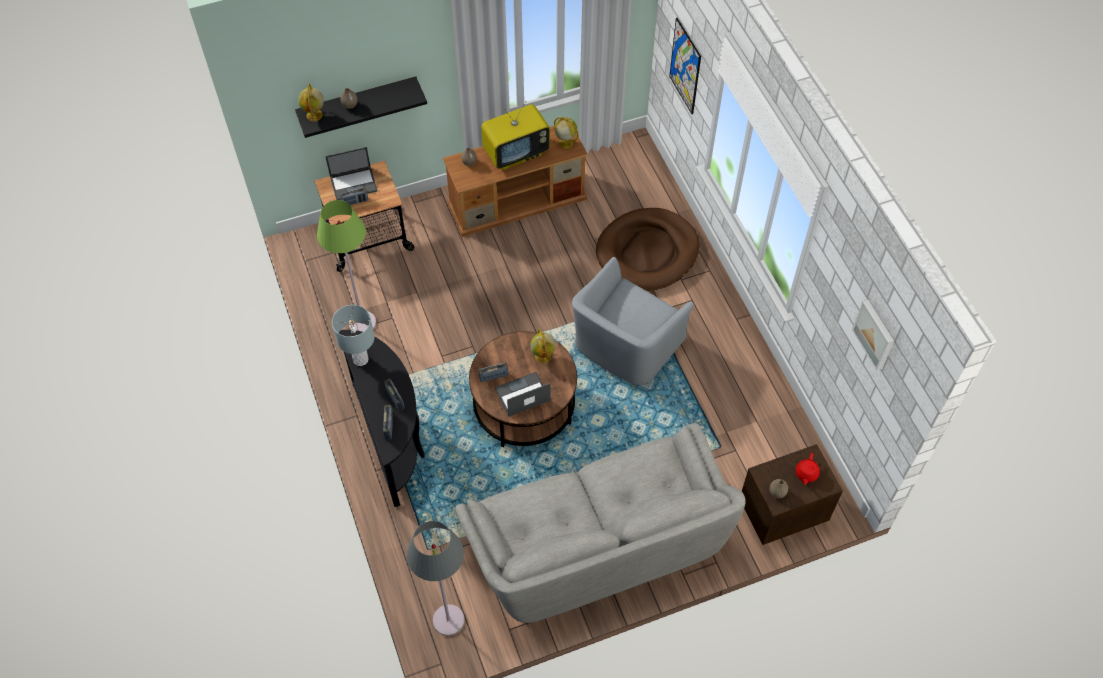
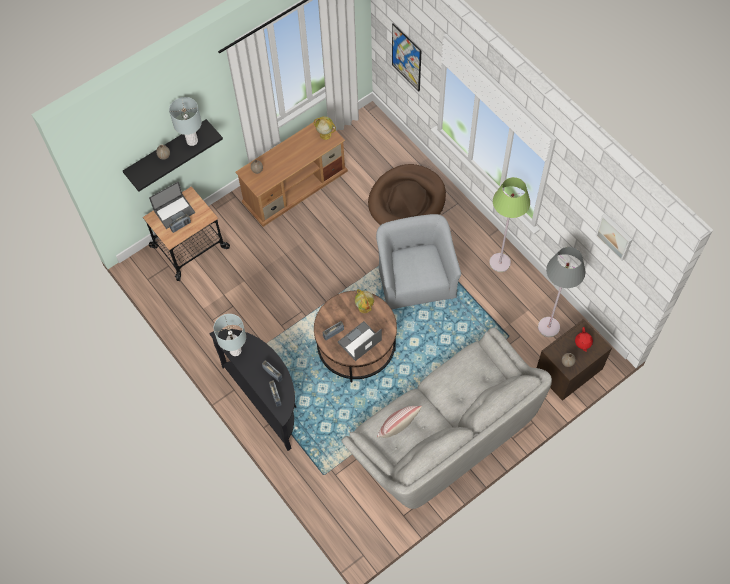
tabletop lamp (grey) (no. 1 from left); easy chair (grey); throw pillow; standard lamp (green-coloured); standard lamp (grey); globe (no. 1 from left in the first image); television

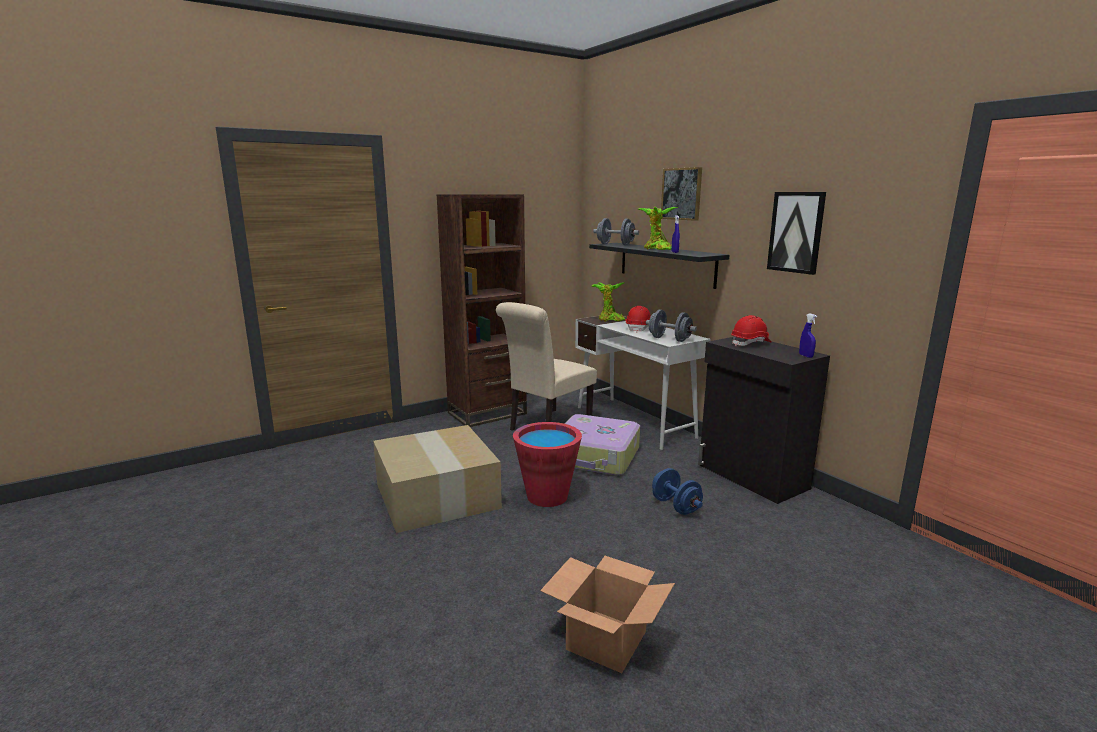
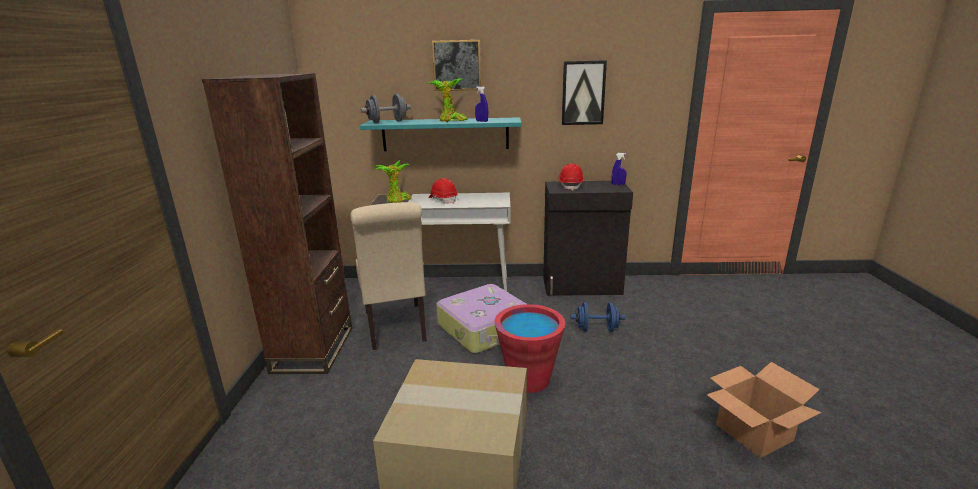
shelf (blue-green); dumbbell (grey) (no. 2 from left in the first image)

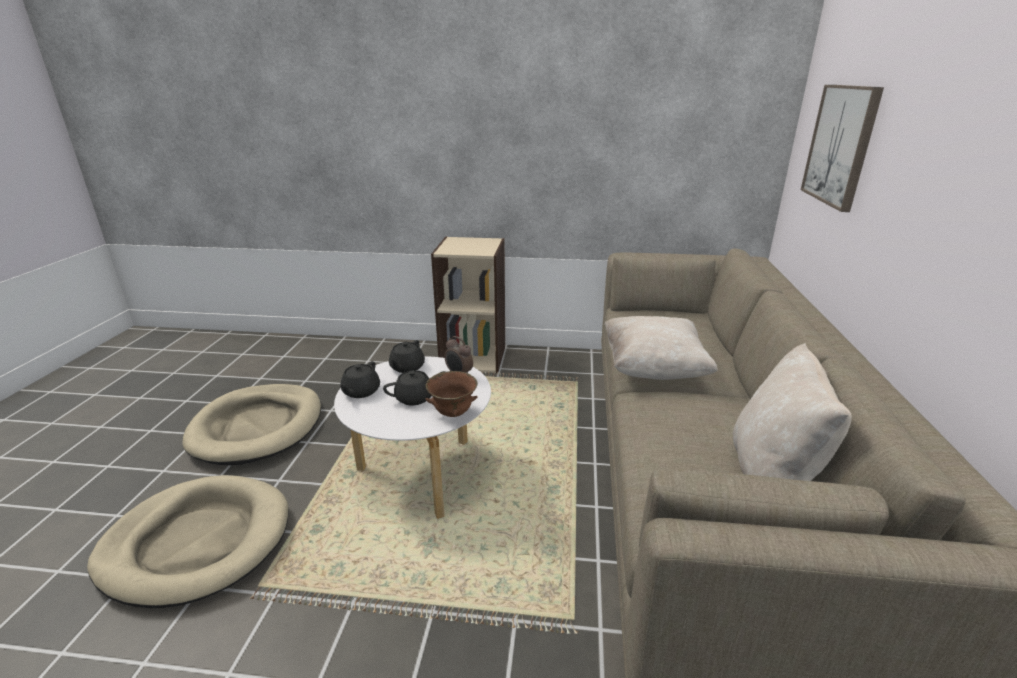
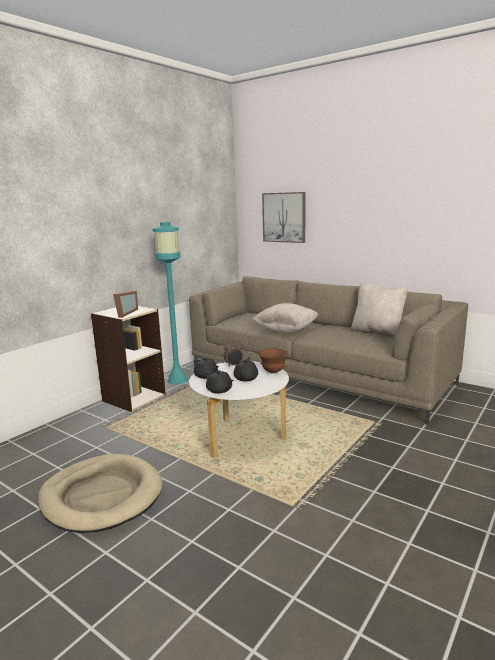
picture frame; standard lamp (blue-green); dog bed (sand-coloured) (no. 1 from left in the first image)

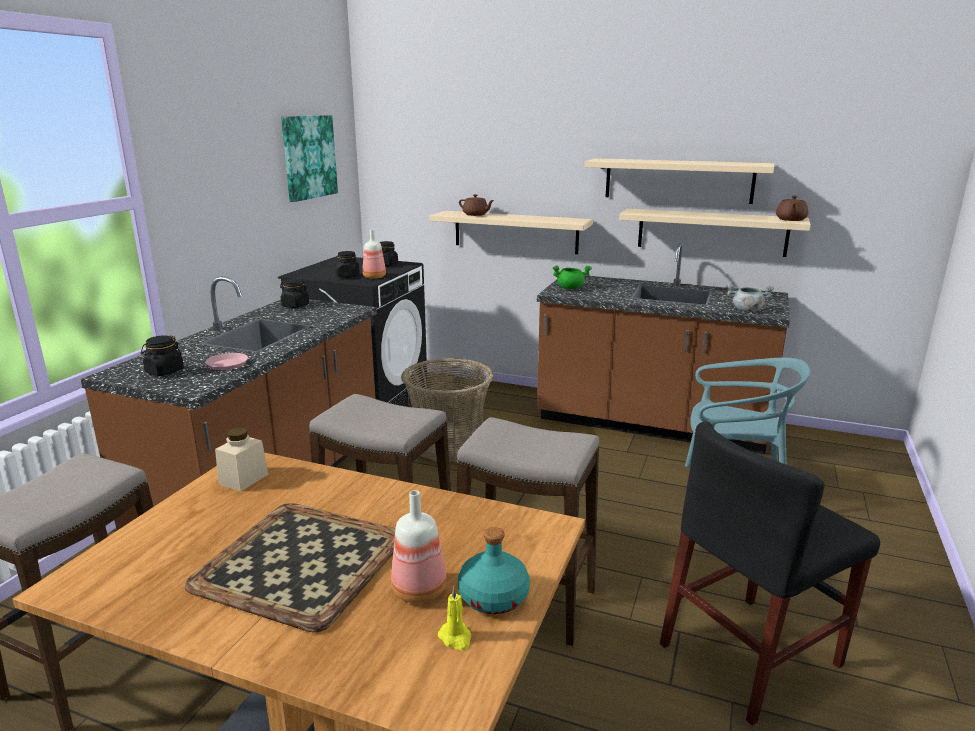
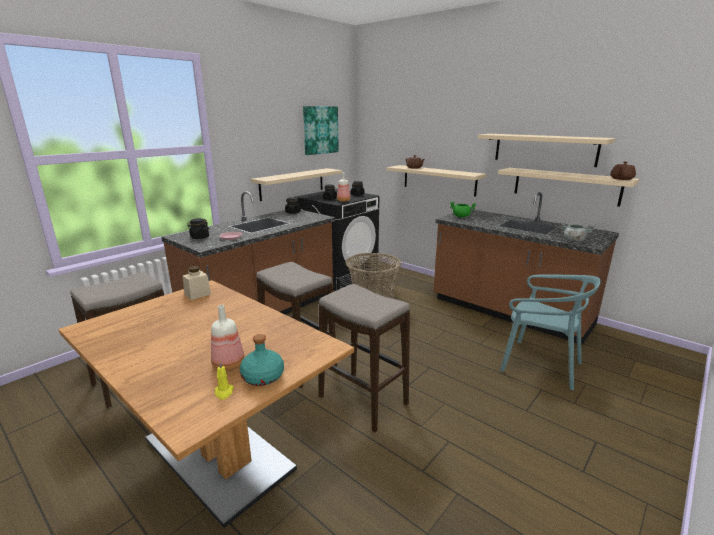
shelf (sand-coloured) (no. 1 from left); tray; plain chair (blackish)

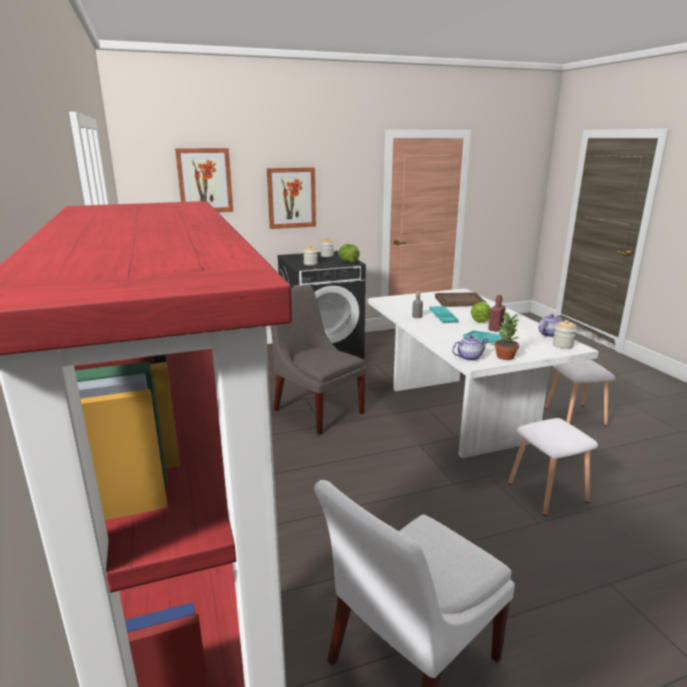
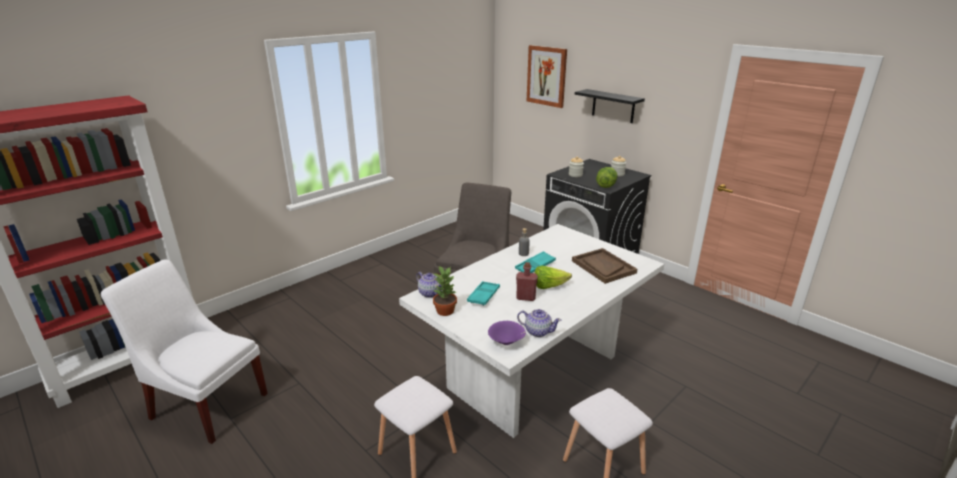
serving bowl (purple); shelf (blackish)

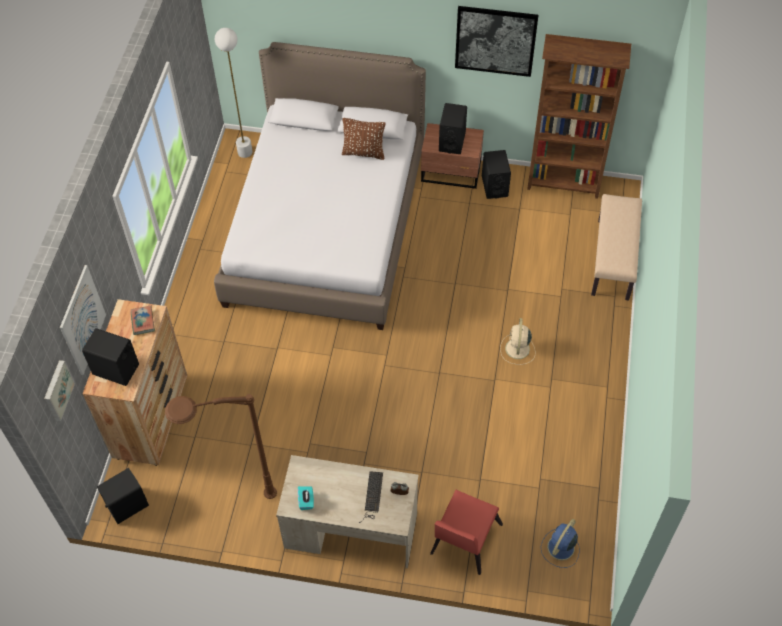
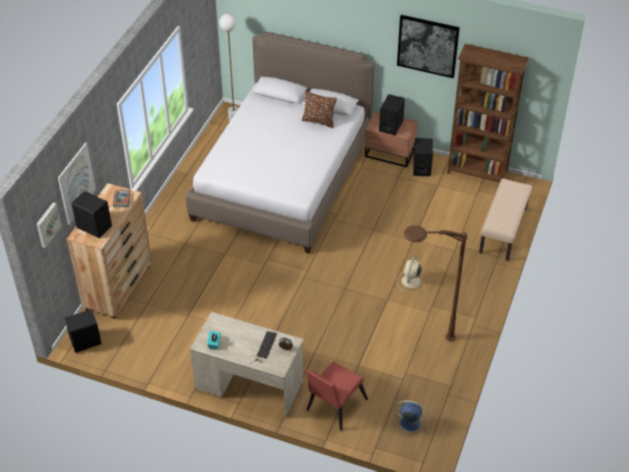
electric fan (blue-coloured); standard lamp (brown-coloured)

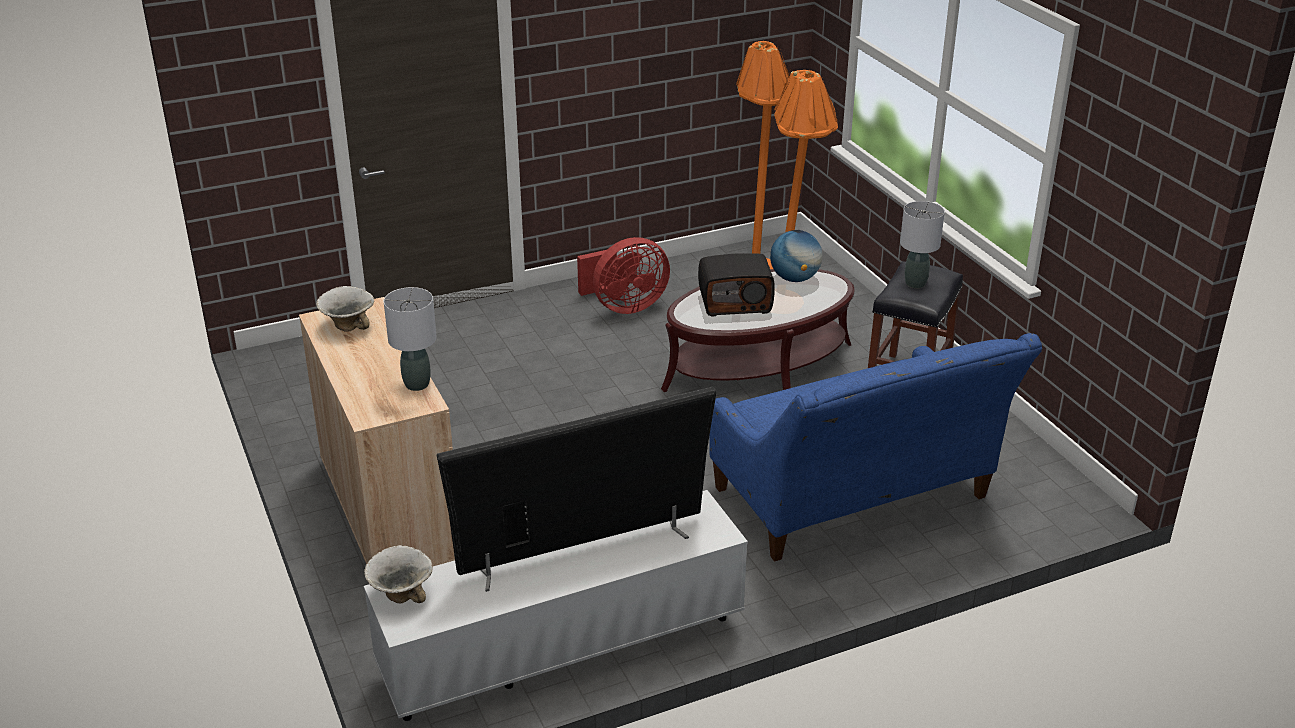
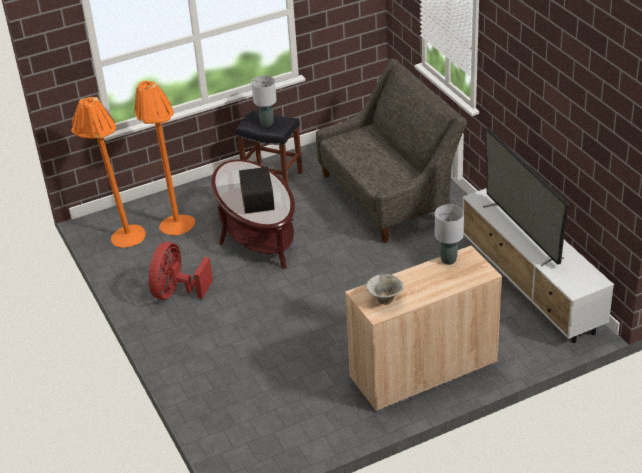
electric fan (reddish); sofa (grey); serving bowl (no. 2 from left in the first image); globe

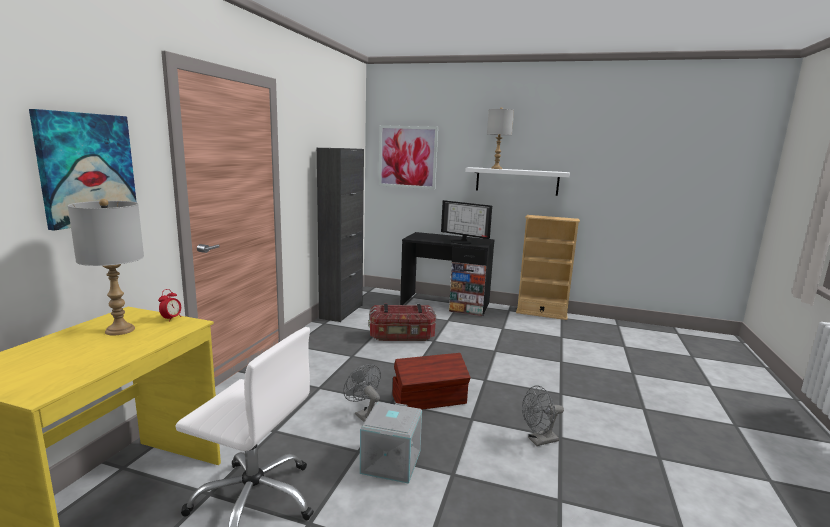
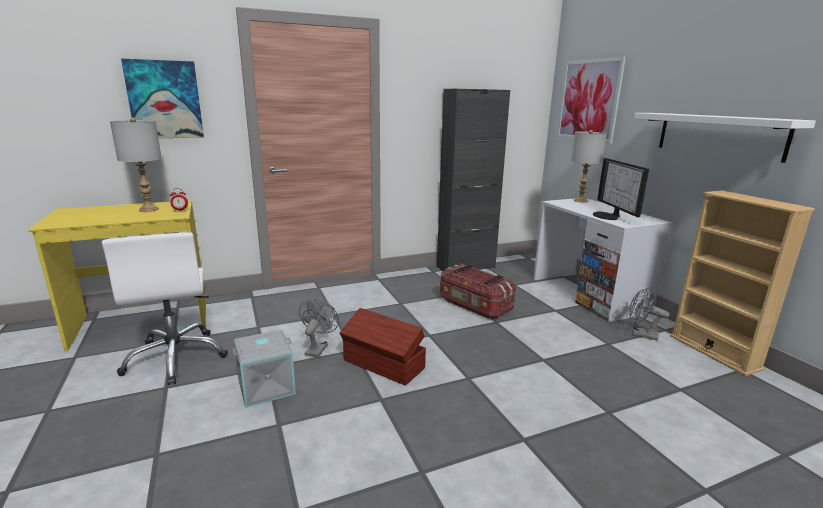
desk table (whitish); tabletop lamp (grey) (no. 2 from left); electric fan (grey) (no. 2 from left)

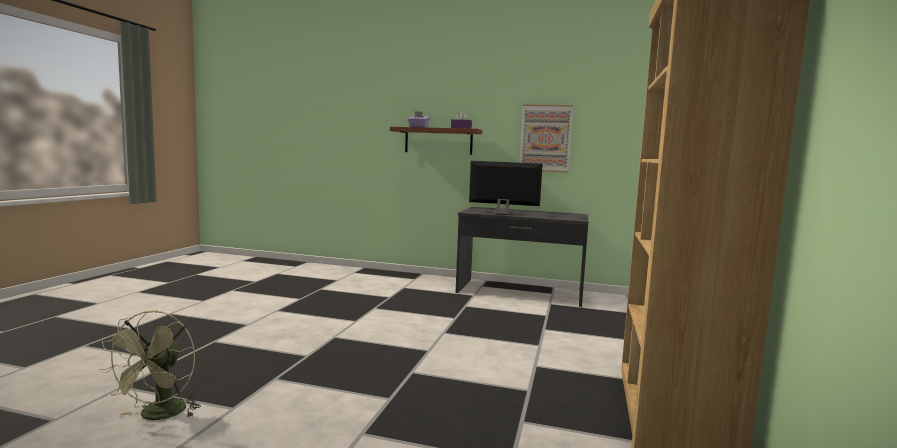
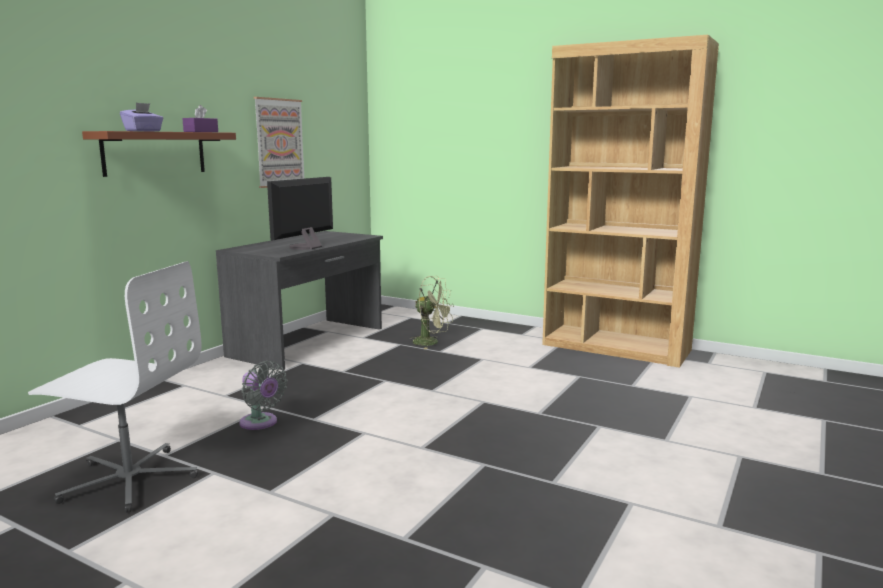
desk chair (whitish); electric fan (grey); electric fan (green-coloured)

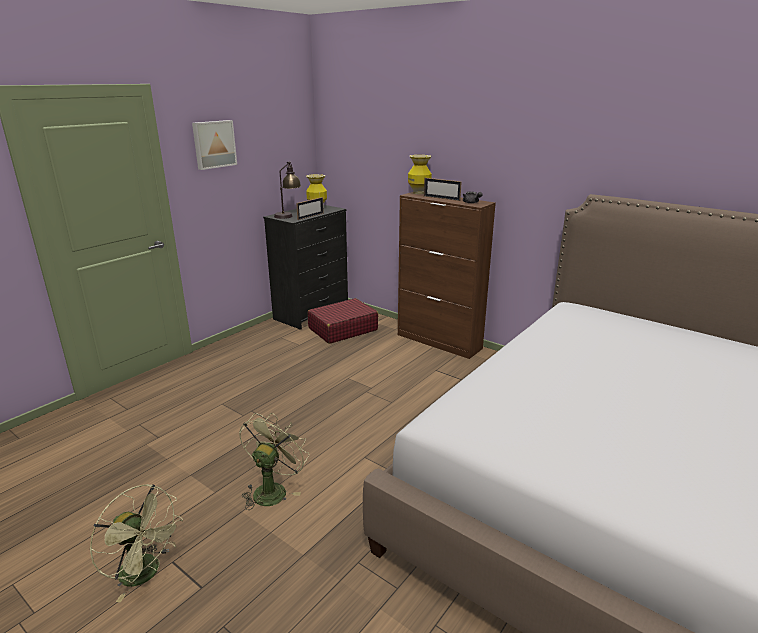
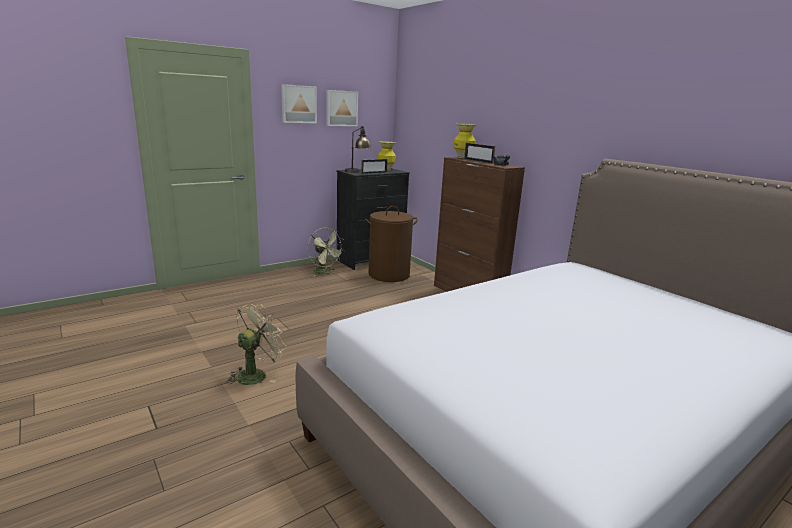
electric fan (green-coloured) (no. 2 from left); wall picture (no. 2 from left); hamper (brown-coloured)

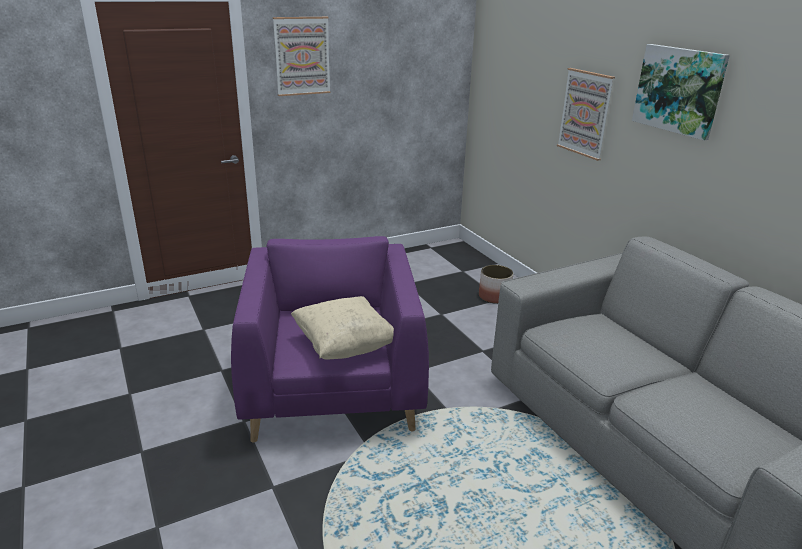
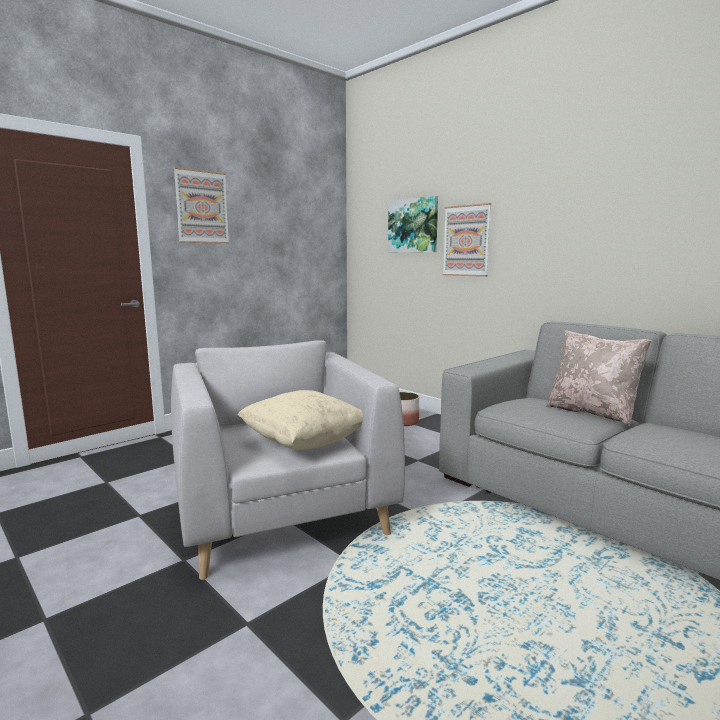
easy chair (grey); wall picture (no. 2 from left); throw pillow (sand-coloured) (no. 2 from left)

